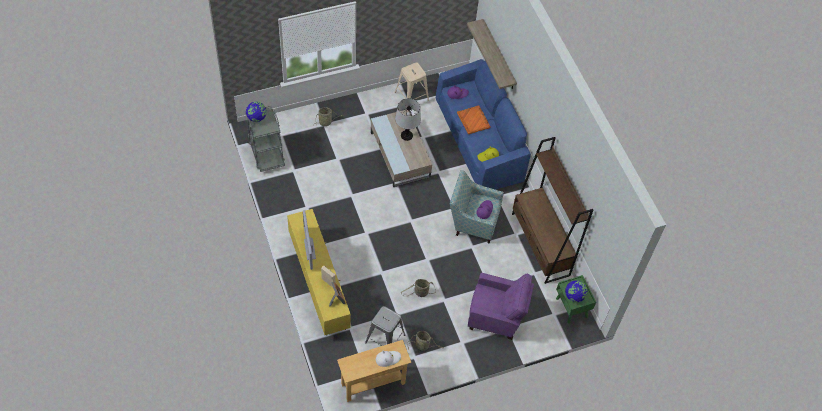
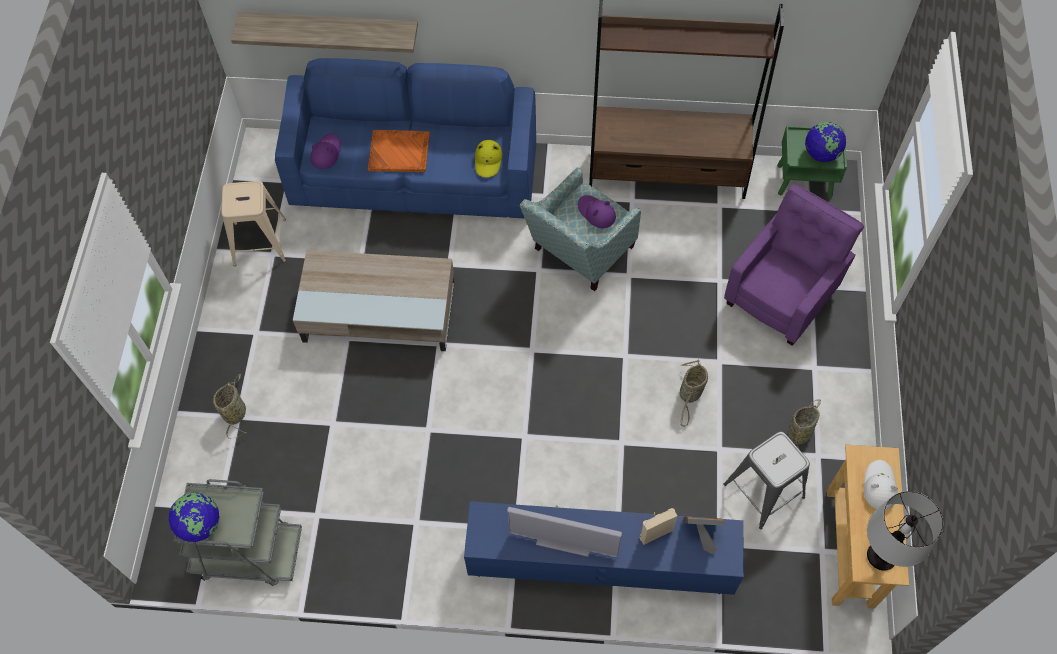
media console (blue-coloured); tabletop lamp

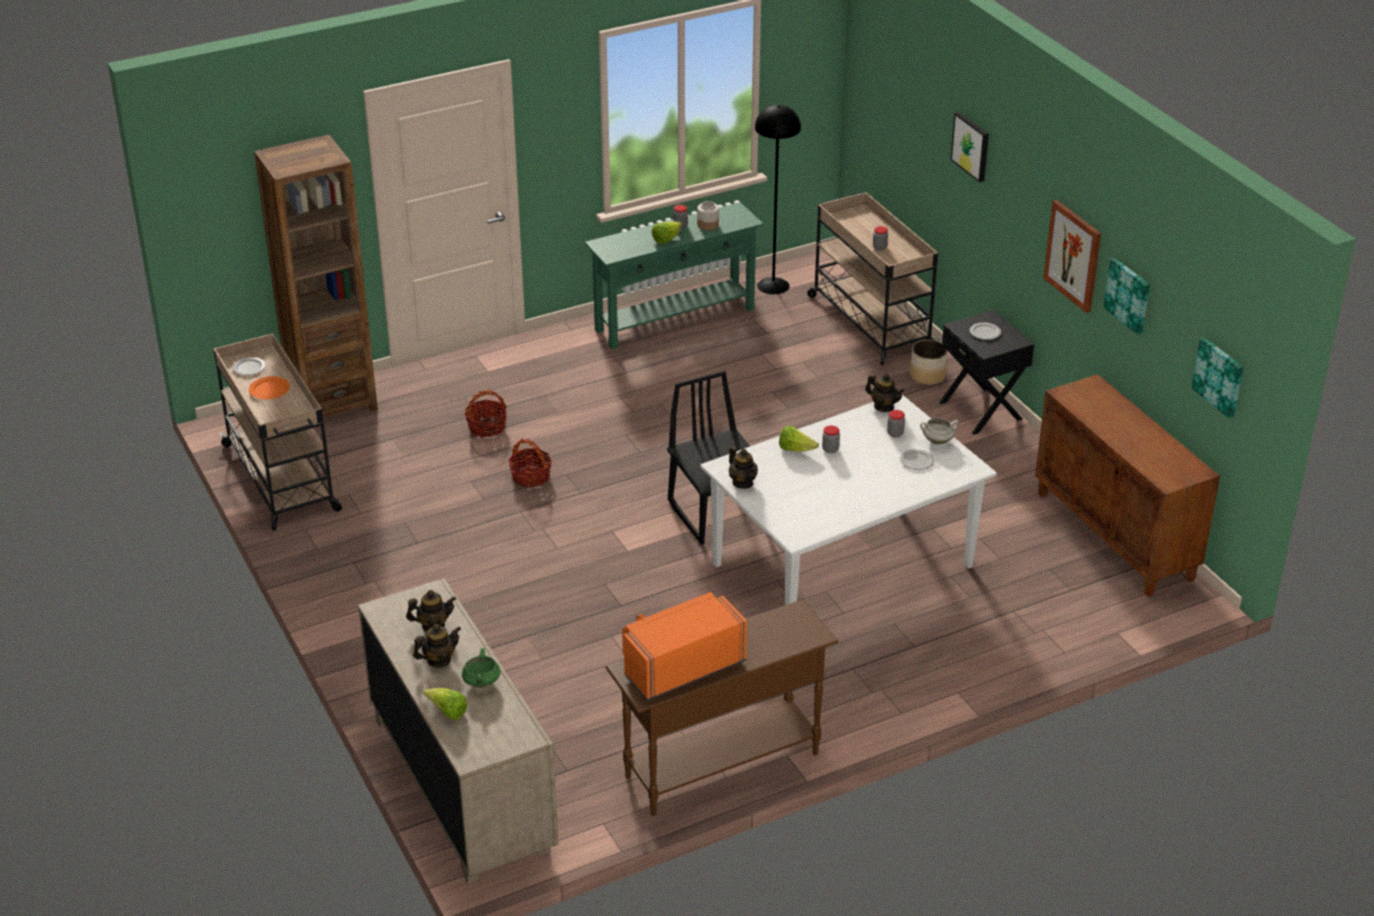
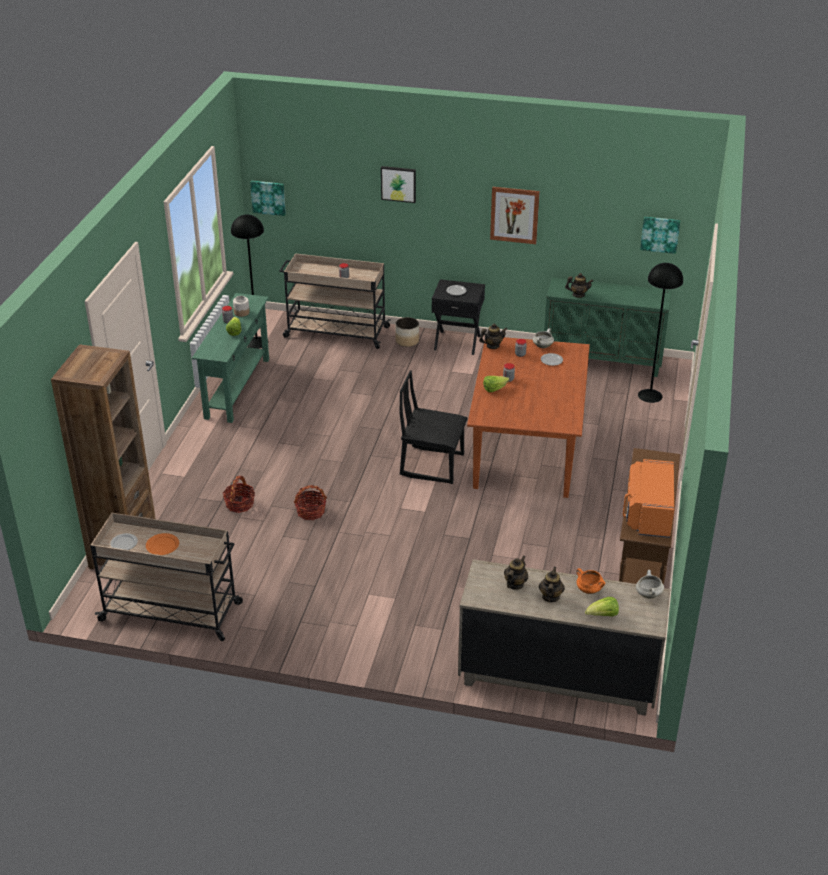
wall picture (no. 1 from left); dining table (brown-coloured); storage cabinet (green-coloured); tea pot (no. 4 from left); saucepot (orangey); saucepot (whitish) (no. 2 from left); standard lamp (blackish) (no. 2 from left)

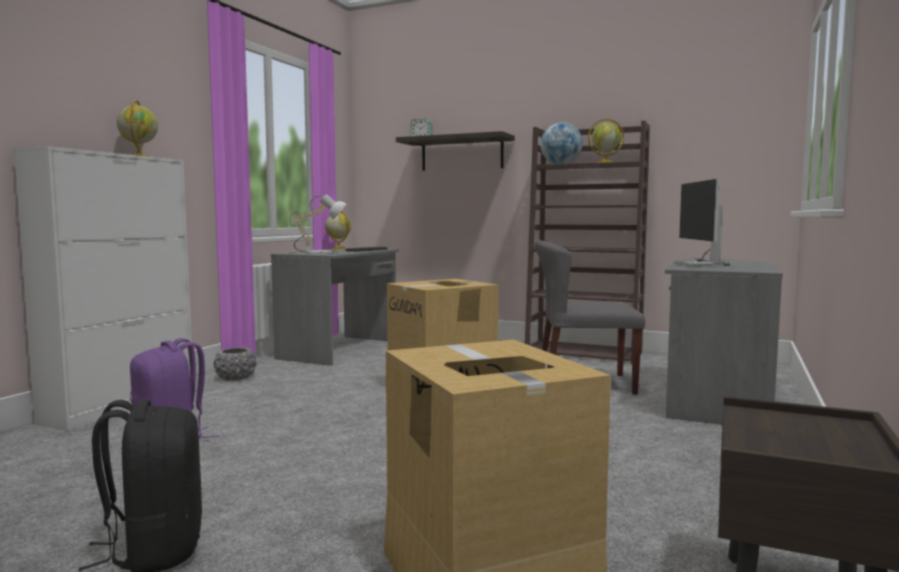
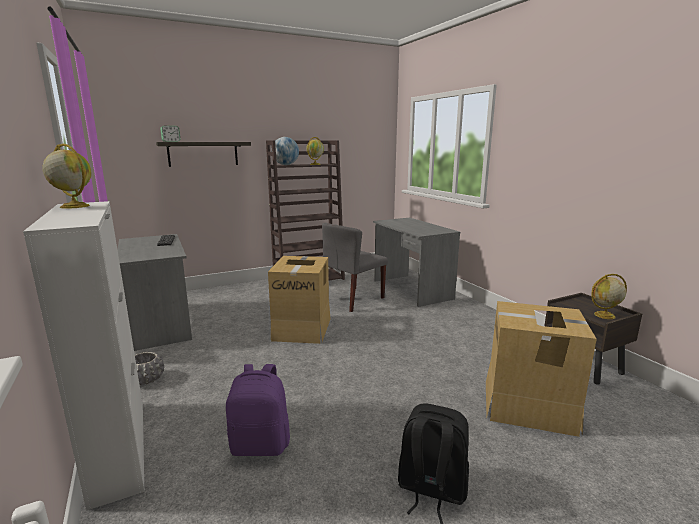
globe (no. 4 from left); tabletop lamp; computer display

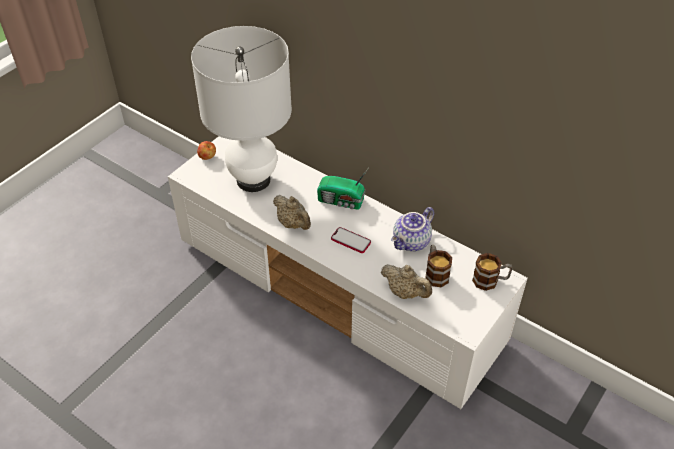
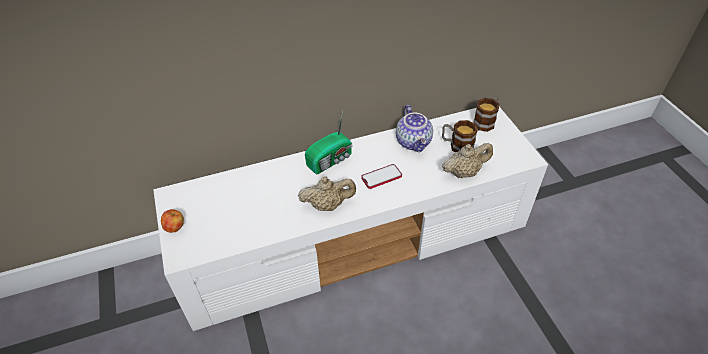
tabletop lamp (whitish)

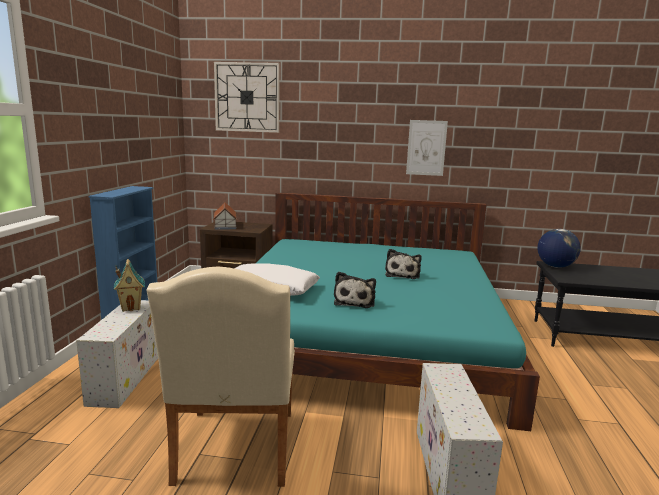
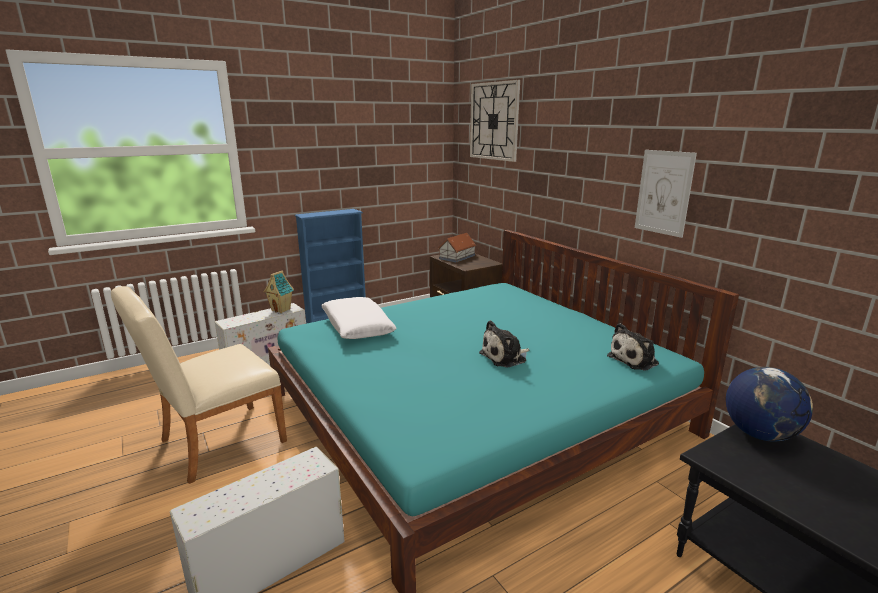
cuddly toy (no. 2 from left)

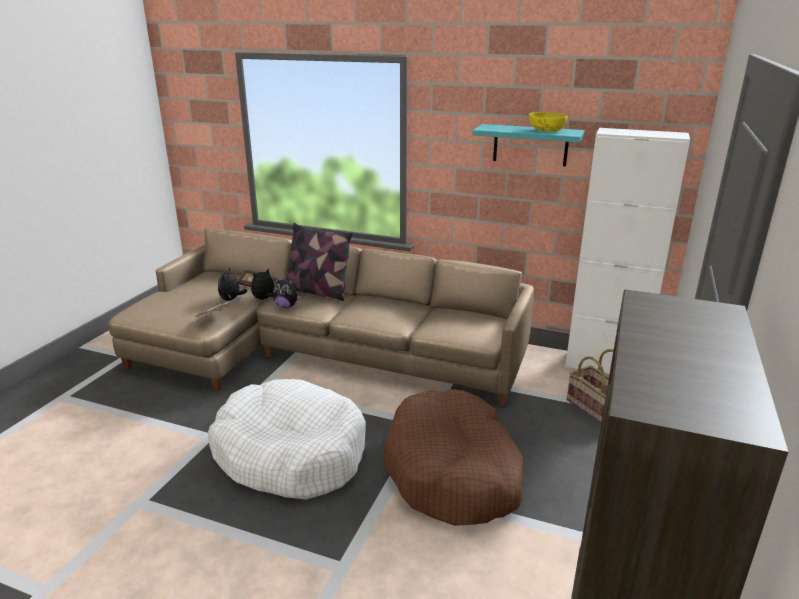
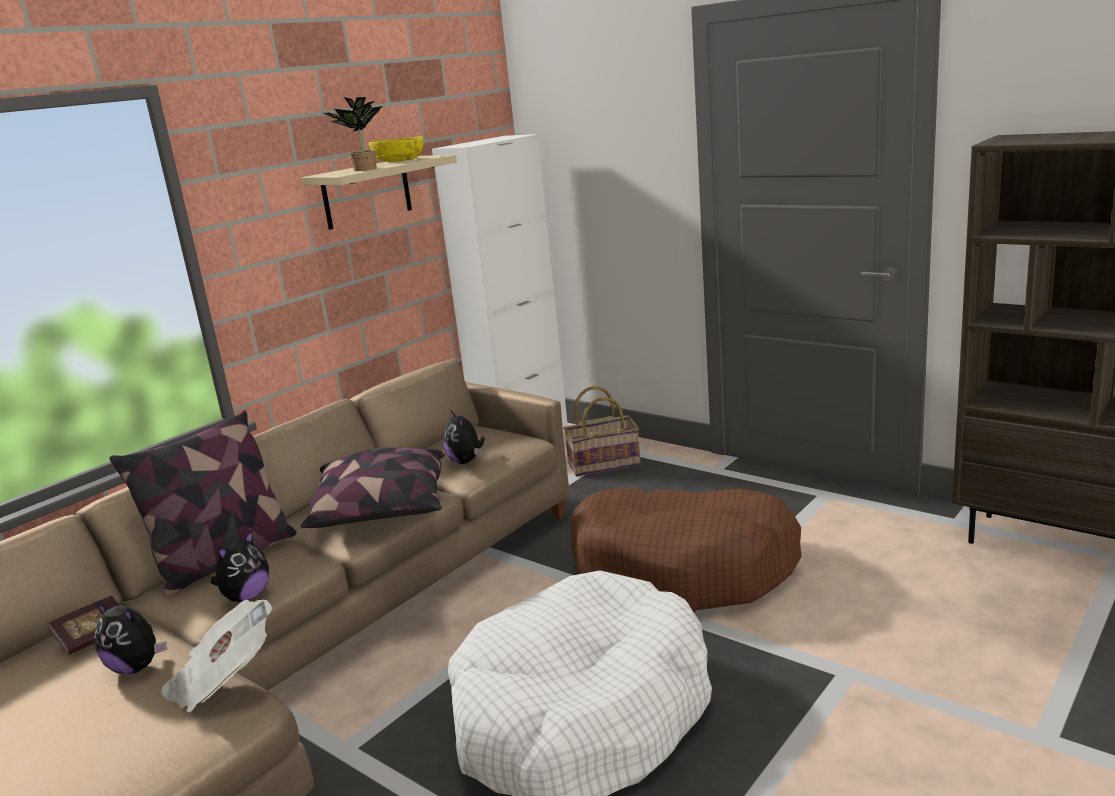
throw pillow (no. 2 from left); shelf (sand-coloured); plant in a pot; cuddly toy (no. 3 from left)

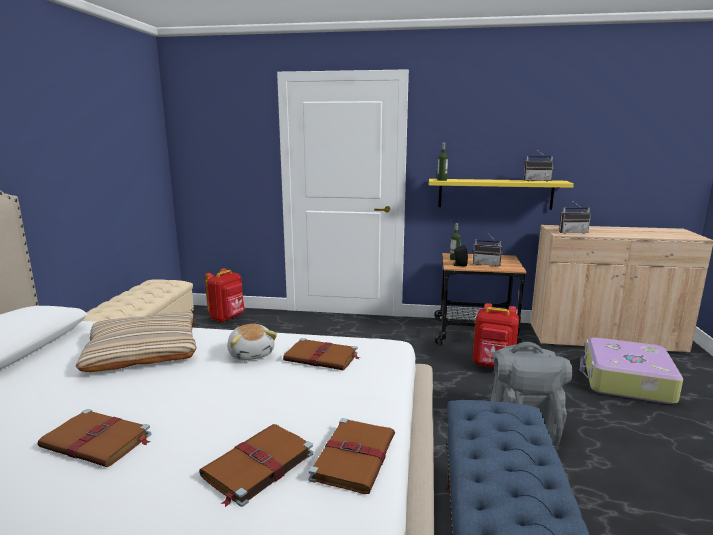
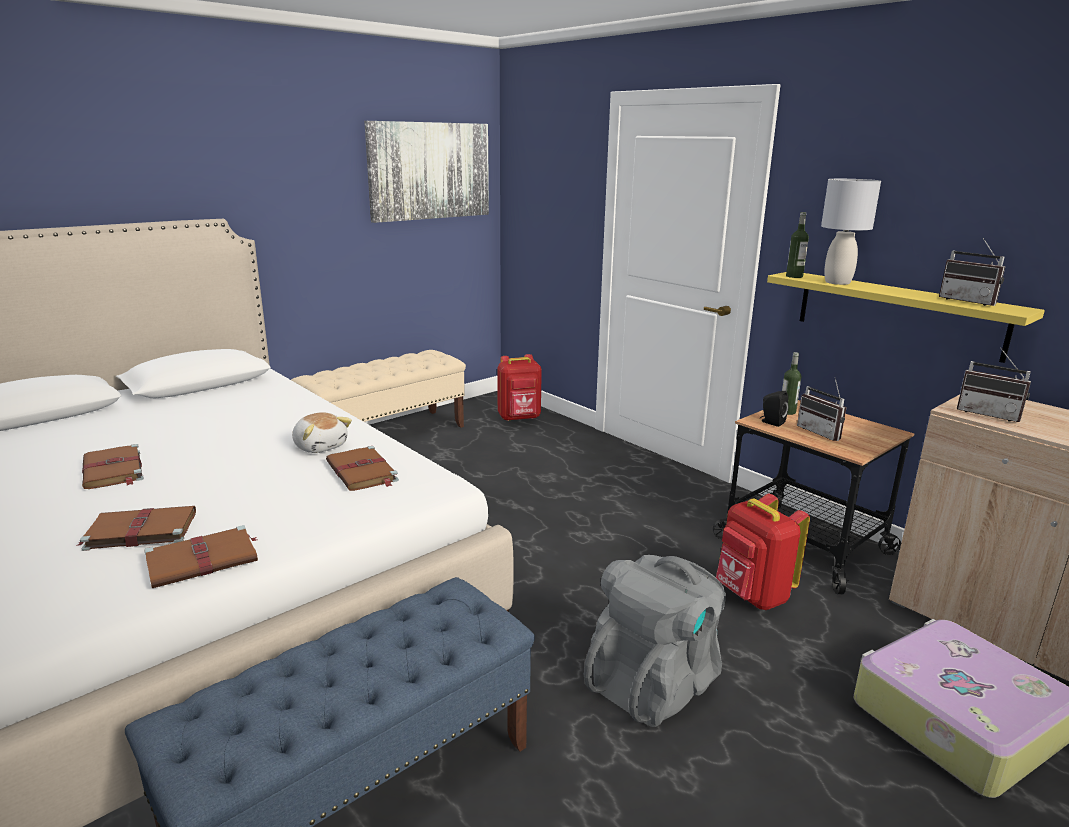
cuddly toy; wall picture; tabletop lamp (grey); throw pillow (sand-coloured)

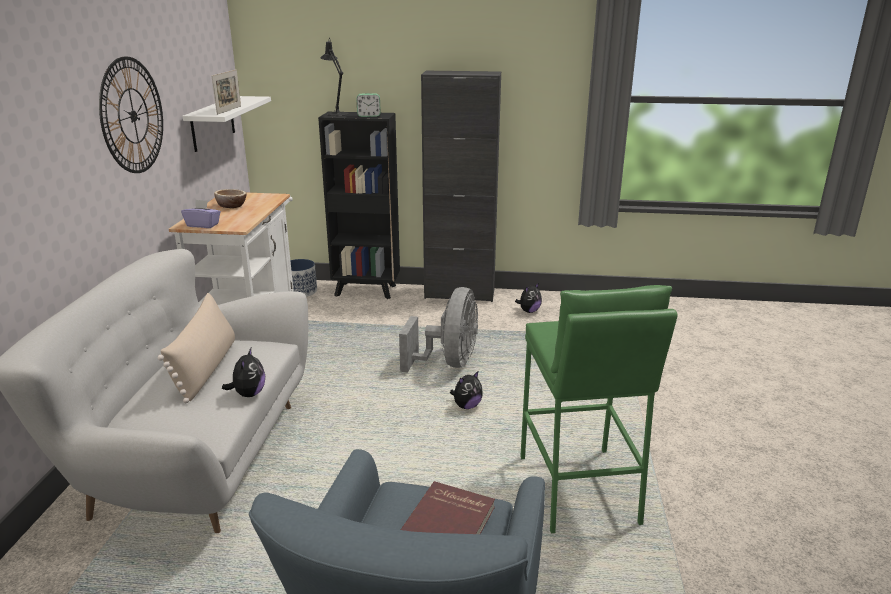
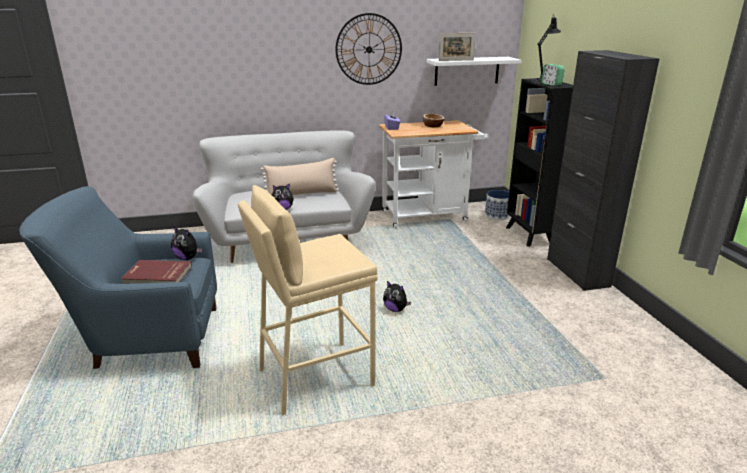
cuddly toy (no. 1 from left); stool seat (sand-coloured); electric fan (grey)

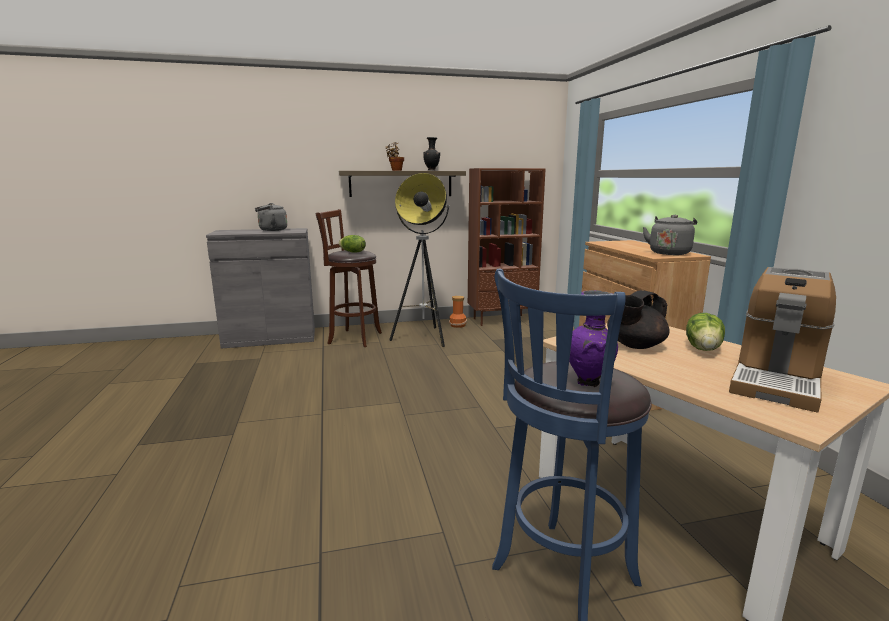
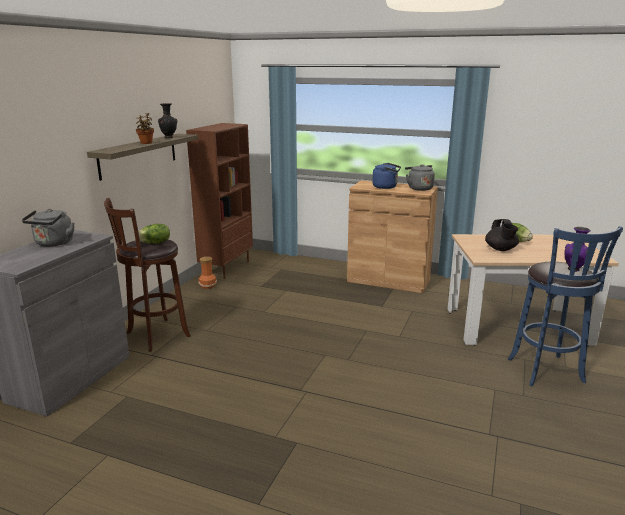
kettle (blue-coloured); standard lamp; coffee machine

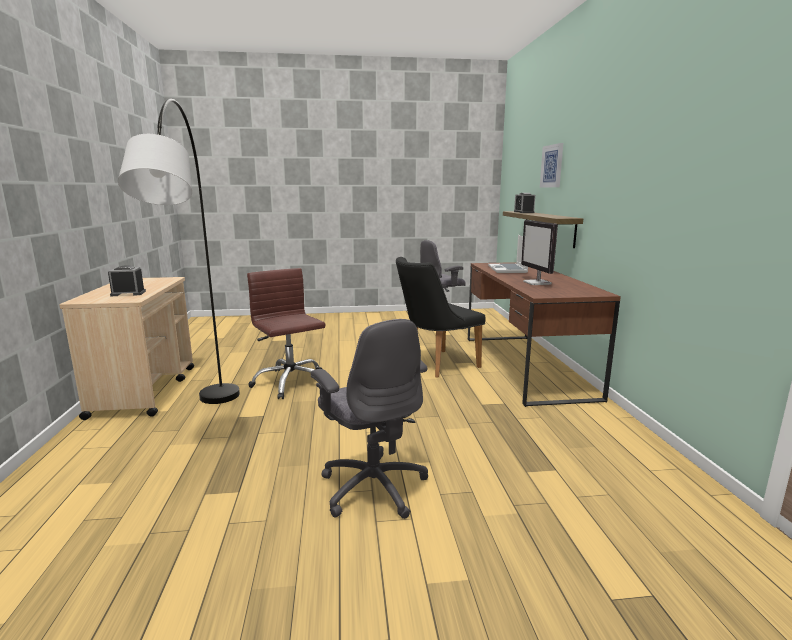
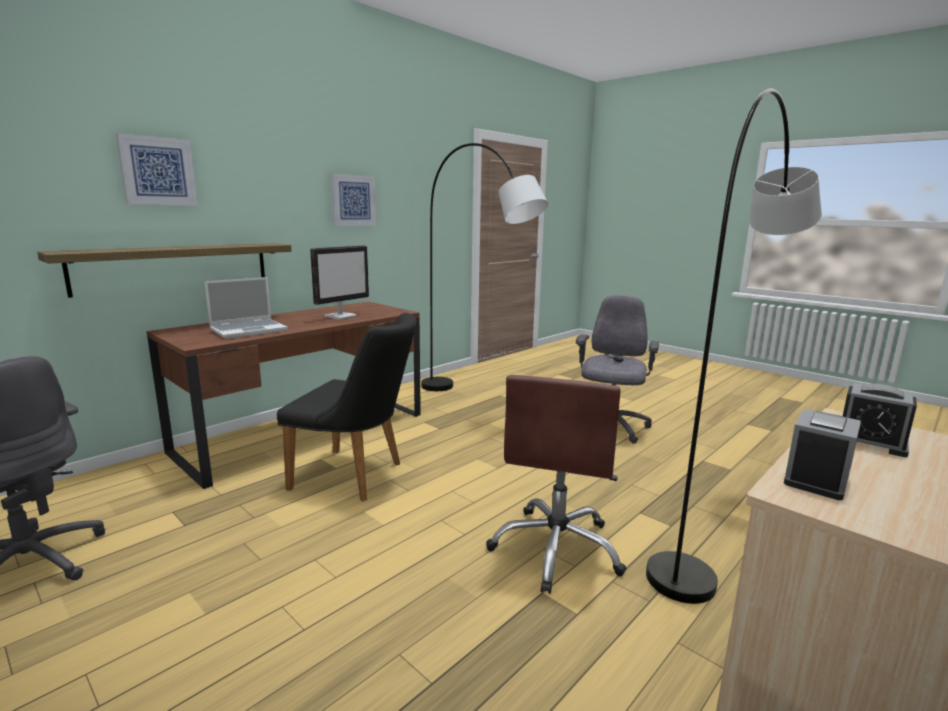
wall picture (no. 2 from left); standard lamp (grey) (no. 1 from left); bedside clock (no. 1 from left)

